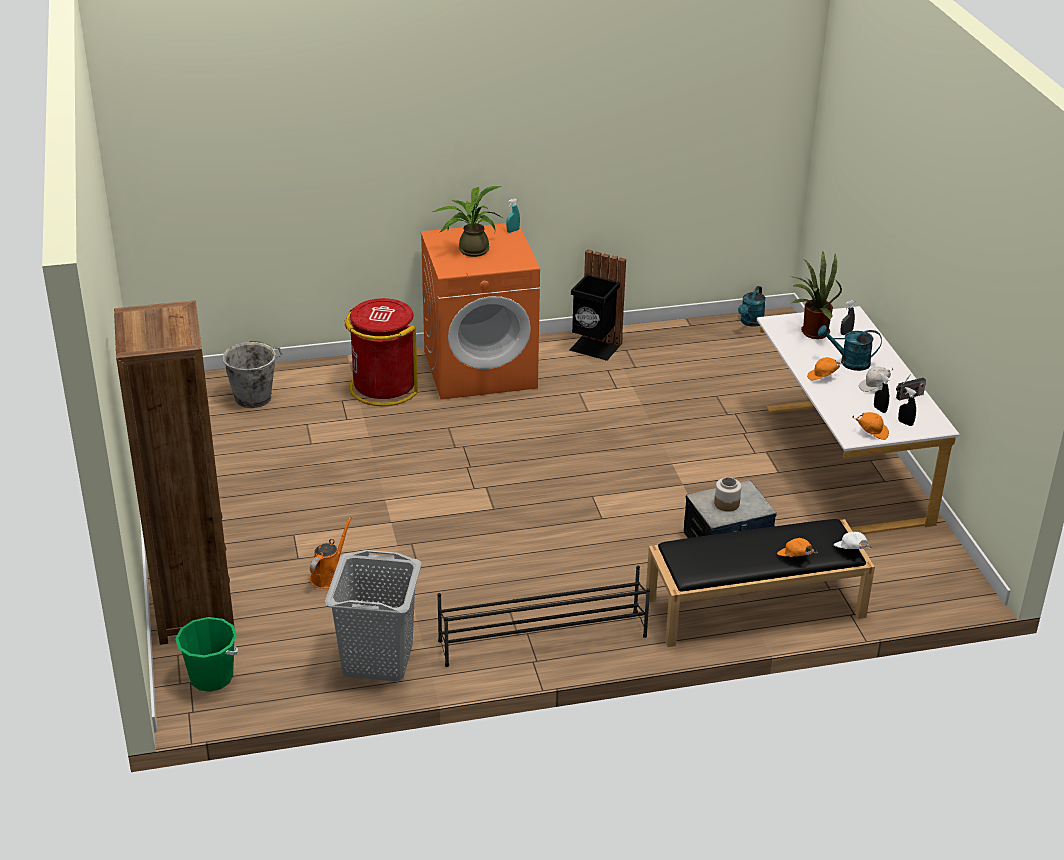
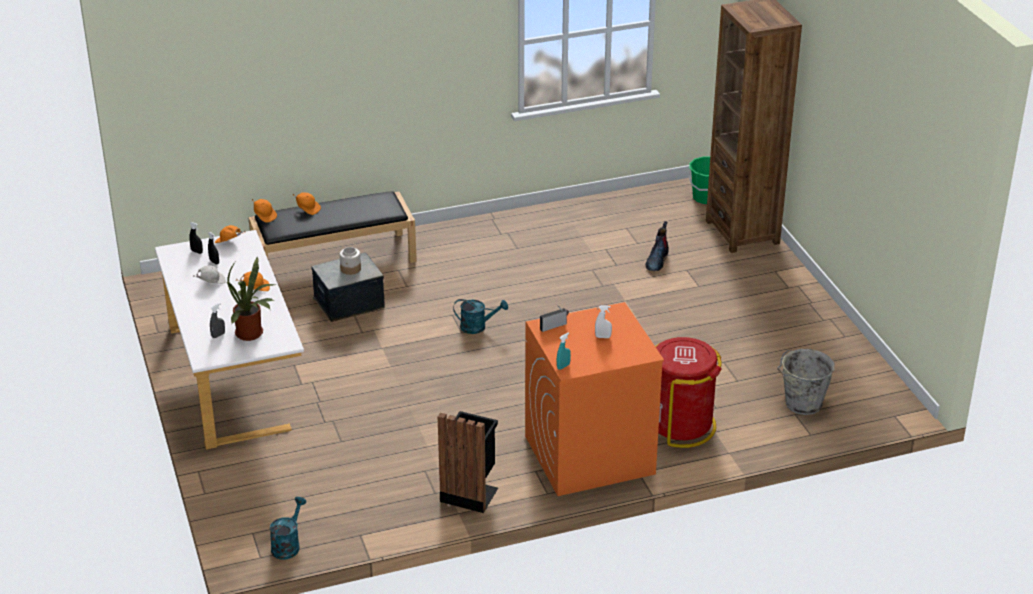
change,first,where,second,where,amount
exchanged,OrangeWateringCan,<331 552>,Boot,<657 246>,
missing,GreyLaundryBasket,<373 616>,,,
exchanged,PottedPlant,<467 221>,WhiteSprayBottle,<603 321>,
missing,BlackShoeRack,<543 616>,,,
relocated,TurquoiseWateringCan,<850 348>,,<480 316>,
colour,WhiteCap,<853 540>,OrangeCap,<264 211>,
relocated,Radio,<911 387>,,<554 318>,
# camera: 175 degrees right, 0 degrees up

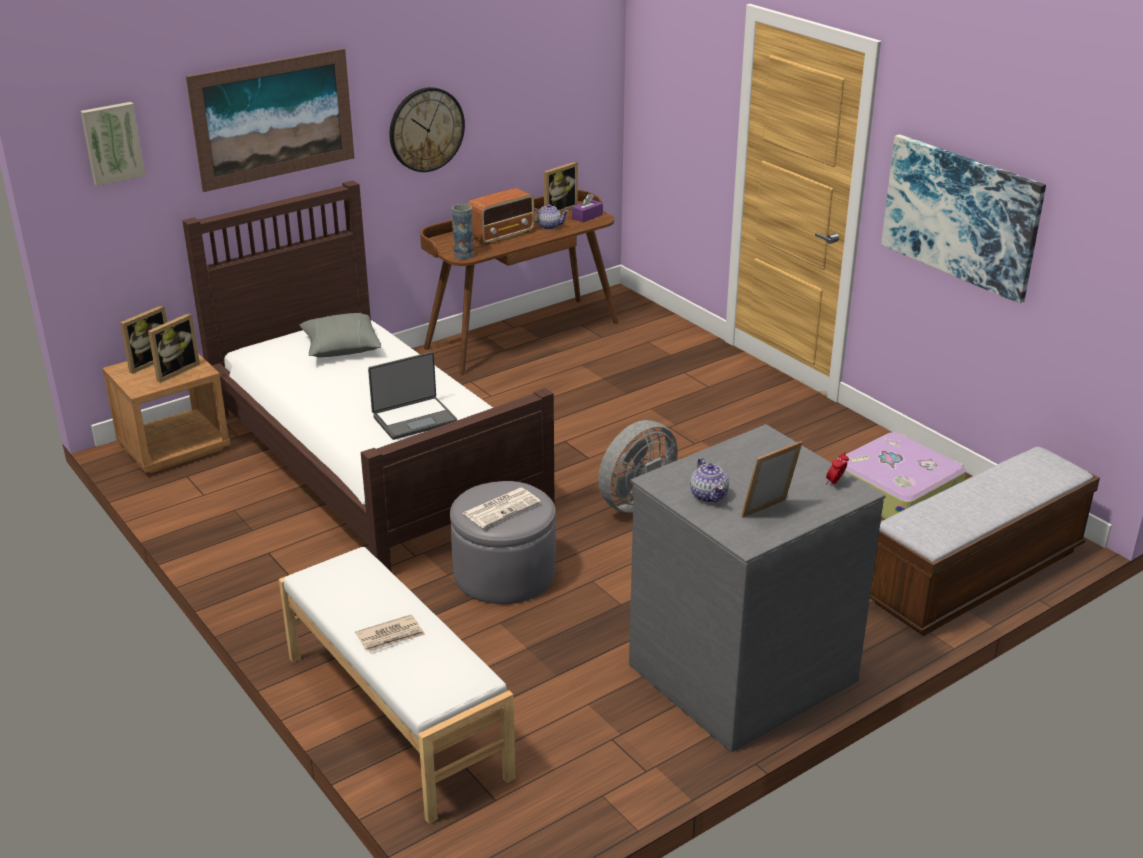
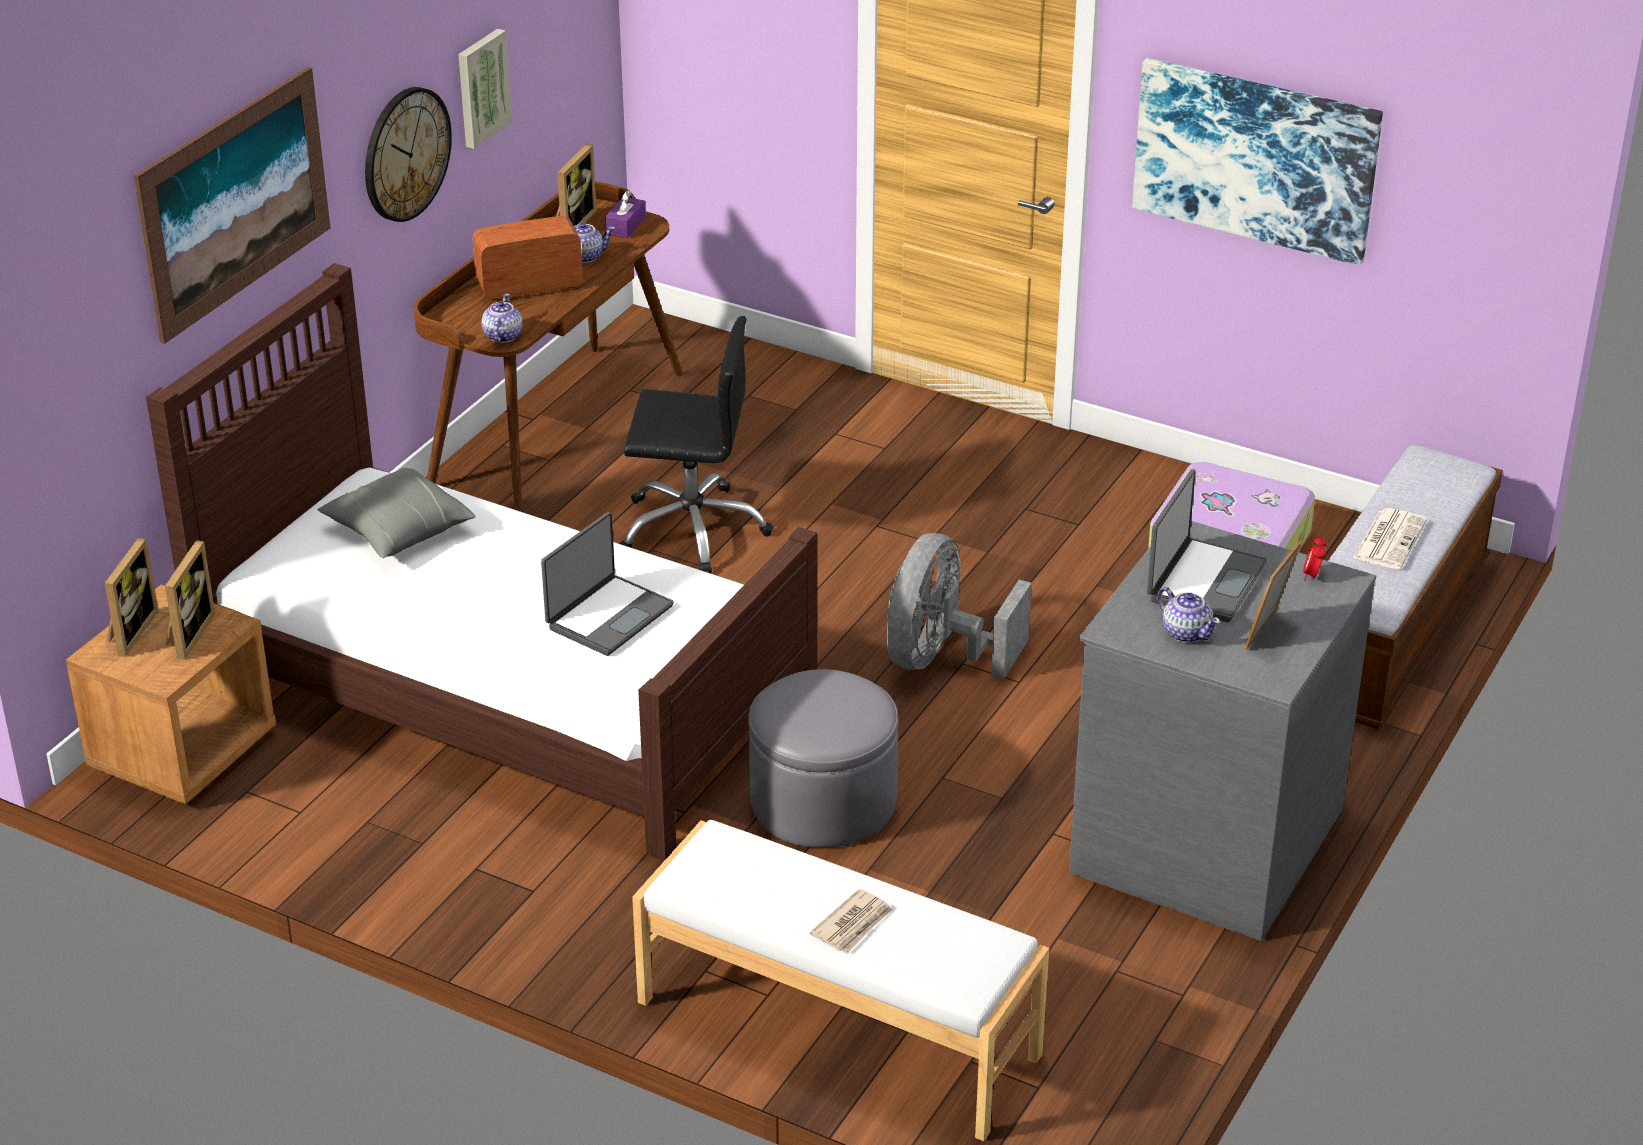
change,first,where,second,where,amount
relocated,Picture,<112 144>,,<485 89>,
exchanged,Vase,<463 231>,Teapot,<502 318>,
relocated,Newspaper,<502 508>,,<1390 538>,
spun,Radio,<501 216>,,<528 258>,135 degrees counterclockwise
appeared,,,BlackOfficeChair,<696 444>,
appeared,,,Laptop,<1207 545>,
# camera: 25 degrees left, 5 degrees up

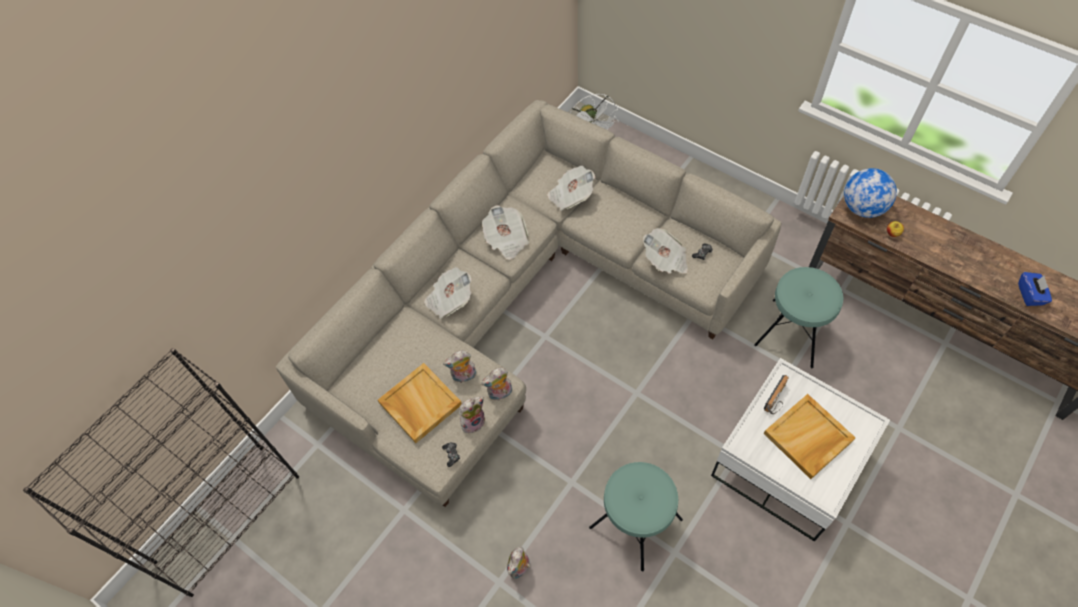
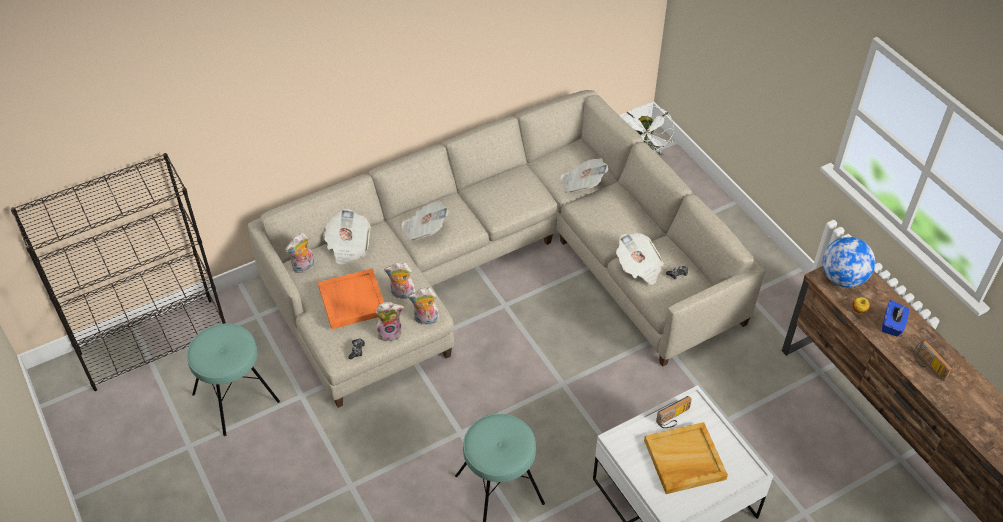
change,first,where,second,where,amount
colour,BeigeTray,<420 403>,OrangeTray,<351 299>,
relocated,Newspaper,<506 232>,,<347 237>,
relocated,PlushToy,<518 563>,,<299 253>,
relocated,TurquoiseStool,<798 317>,,<233 380>,
relocated,BlueTissueBox,<1035 289>,,<895 318>,
appeared,,,Radio,<933 360>,
# camera: 20 degrees right, 10 degrees down

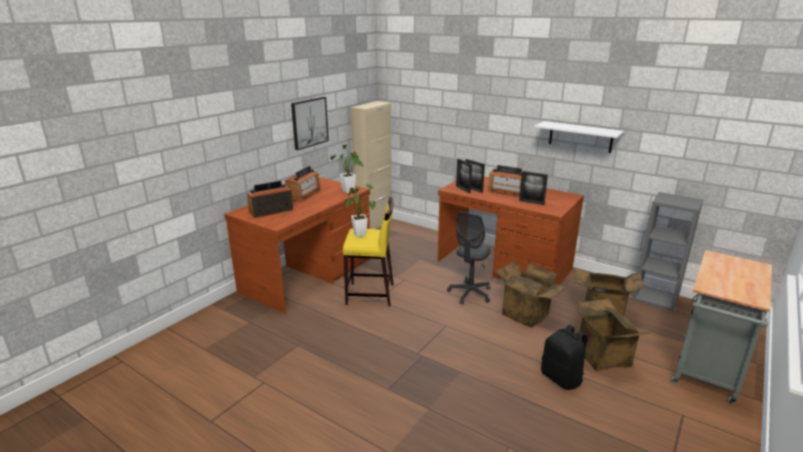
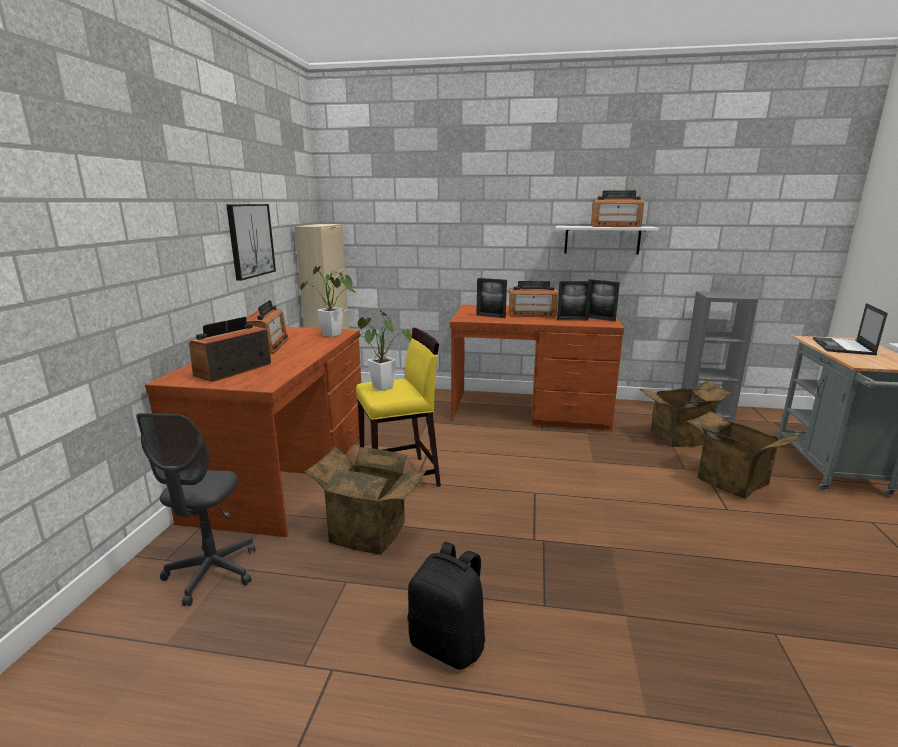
change,first,where,second,where,amount
relocated,GreyOfficeChair,<469 258>,,<195 509>,
relocated,PictureFrame,<464 176>,,<604 300>,
relocated,CardboardBox,<531 294>,,<365 501>,
relocated,BlackBackpack,<564 357>,,<446 606>,
appeared,,,Radio,<617 208>,
appeared,,,Laptop,<850 329>,
# camera: 25 degrees left, 5 degrees down

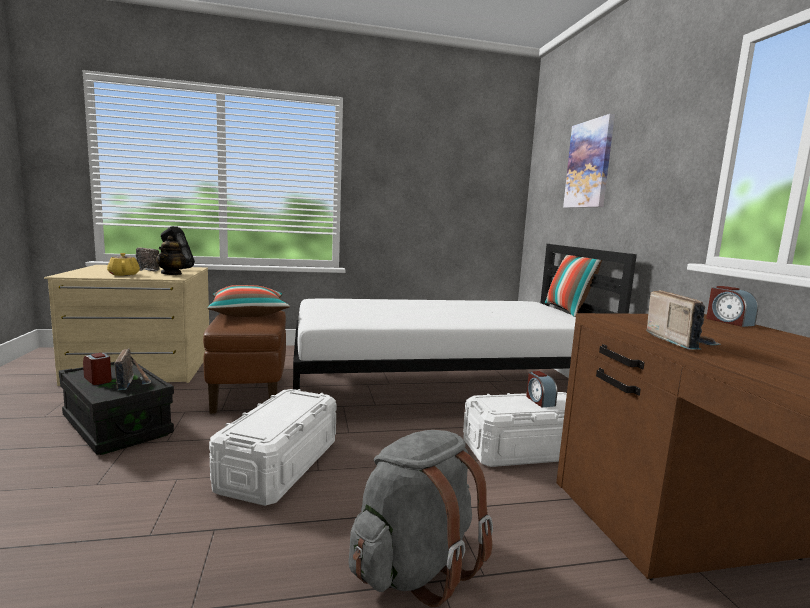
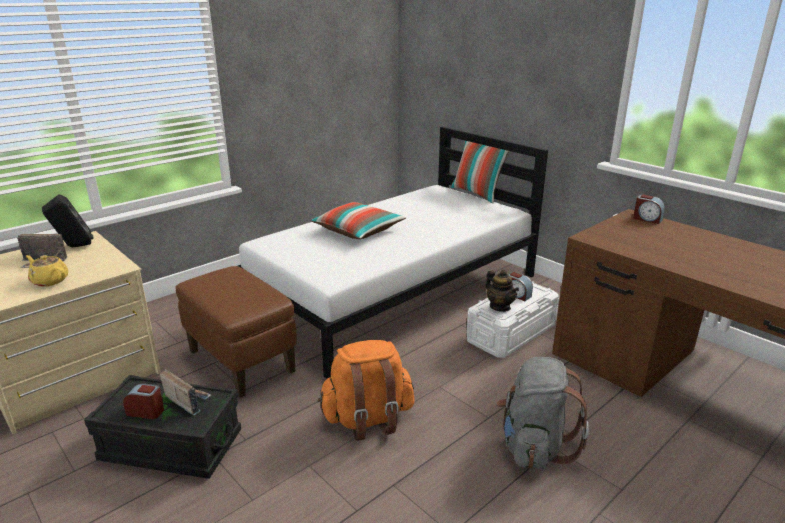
change,first,where,second,where,amount
relocated,Teapot,<171 255>,,<502 291>,
relocated,Pillow,<249 301>,,<358 220>,
exchanged,WhiteStorageBox,<273 447>,OrangeBackpack,<366 390>,
missing,Picture,<589 161>,,,
missing,Radio,<683 320>,,,
# camera: 30 degrees left, 15 degrees up

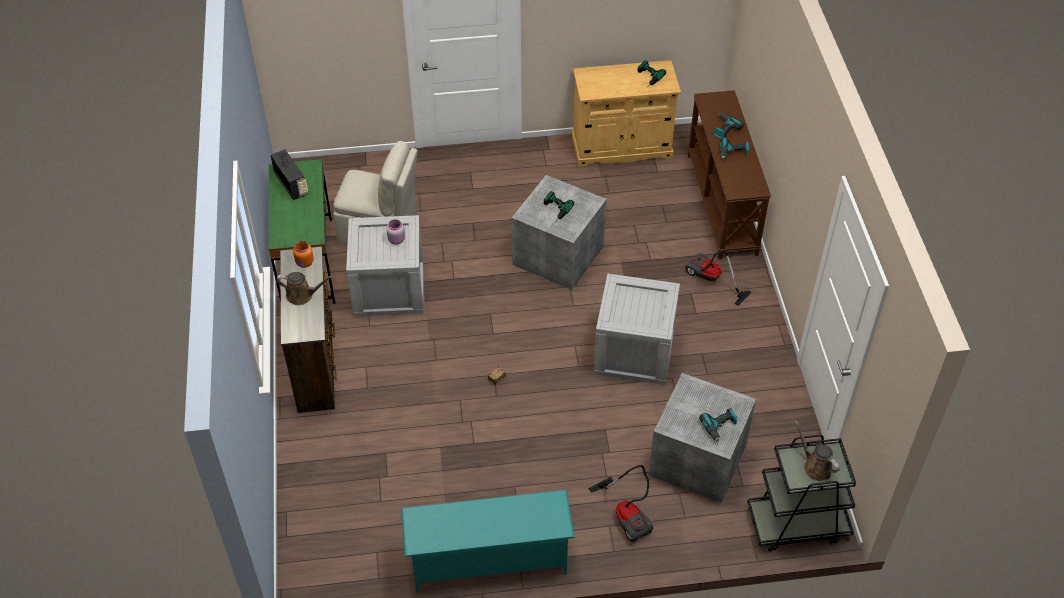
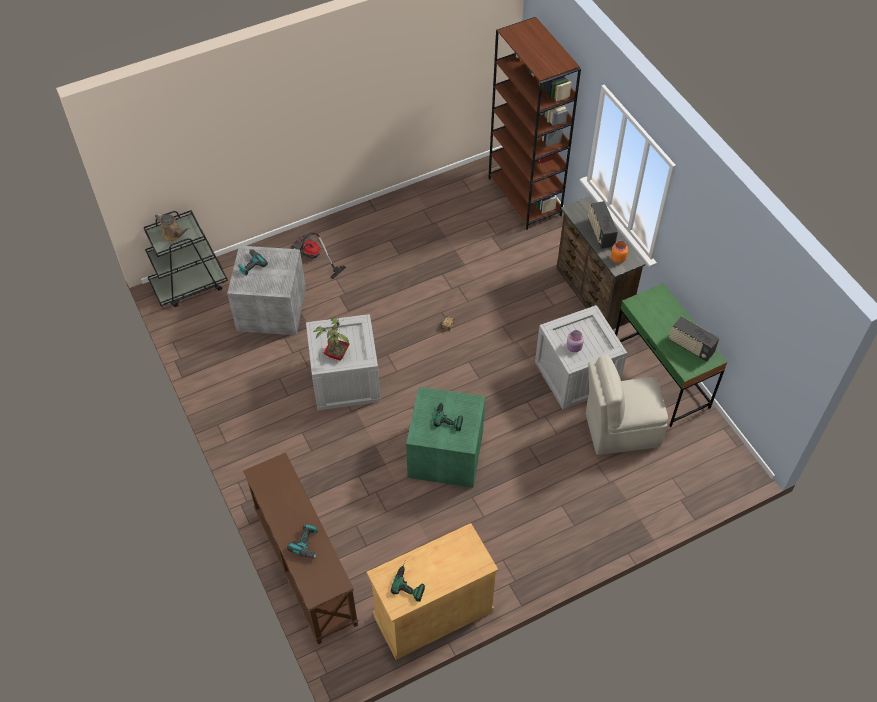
change,first,where,second,where,amount
exchanged,BrownWateringCan,<304 289>,Radio,<603 225>,
missing,TurquoiseShoeRack,<488 541>,,,
colour,GreyStorageBox,<559 232>,GreenStorageBox,<445 437>,
missing,VacuumCleaner,<718 278>,,,
missing,PowerDrill,<734 148>,,,
appeared,,,PottedPlant,<332 337>,
appeared,,,BrownBookcase,<535 123>,
# camera: 160 degrees right, 5 degrees up

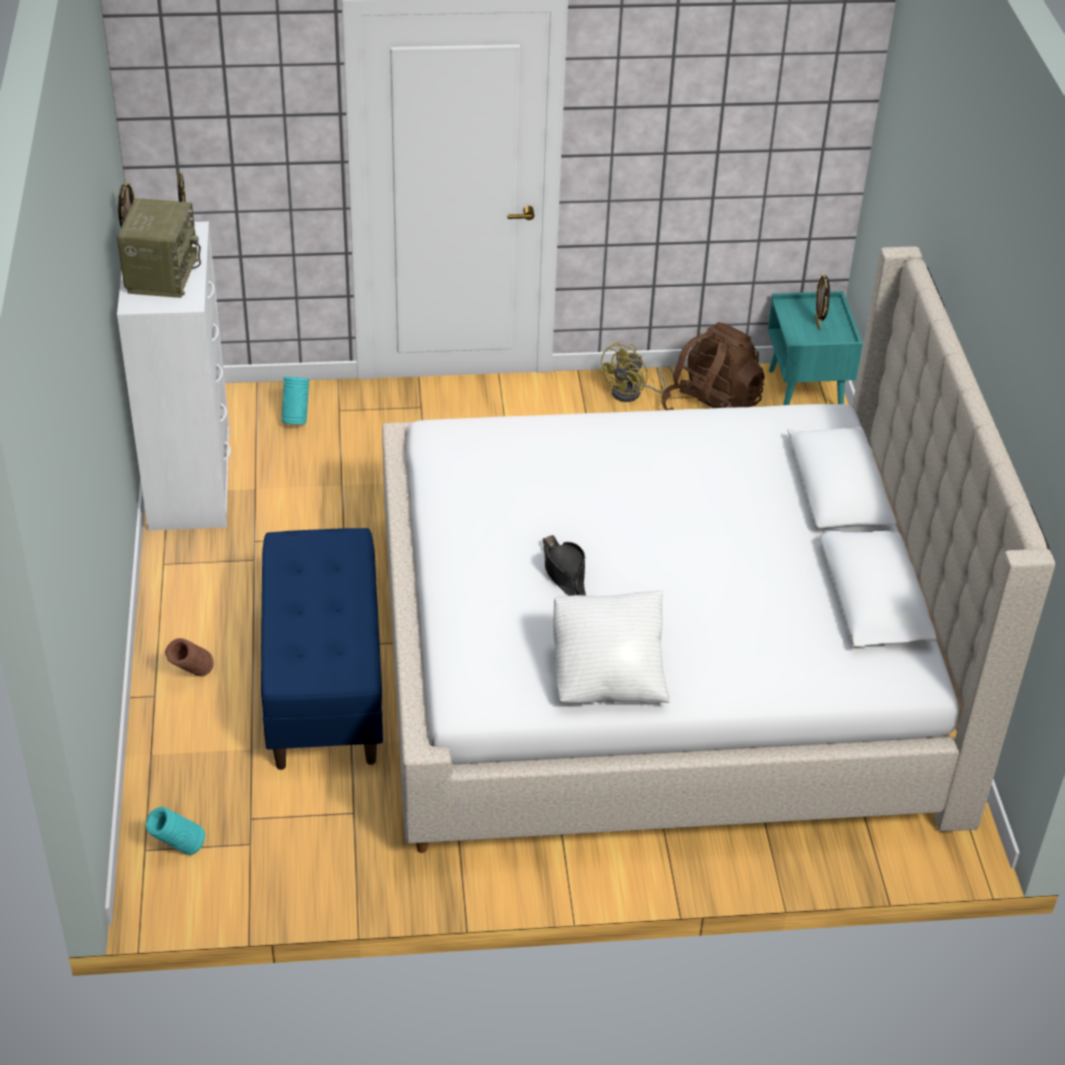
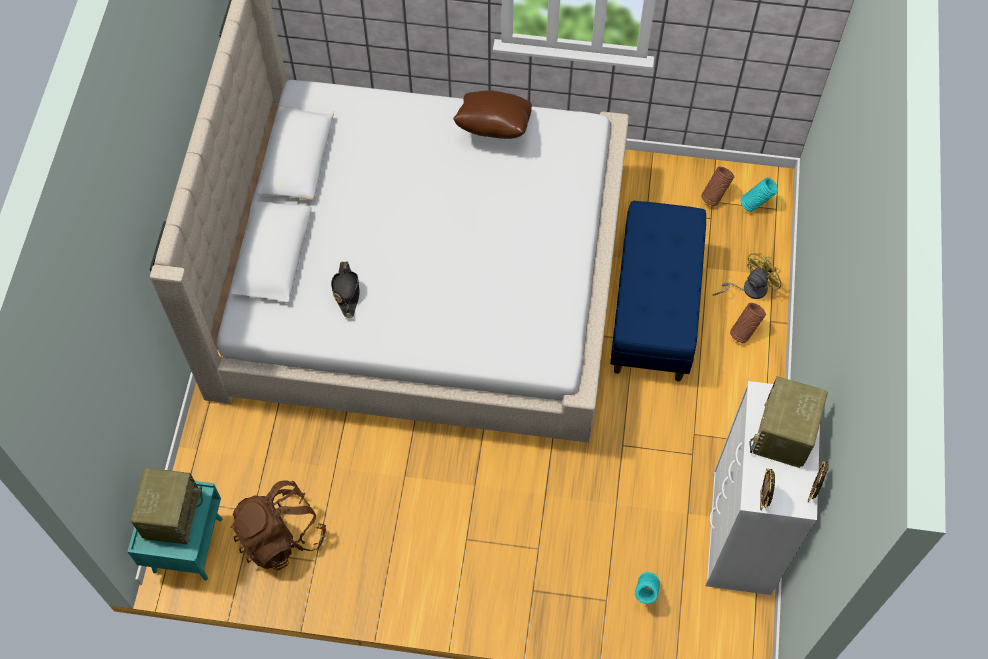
change,first,where,second,where,amount
relocated,BlackHat,<564 565>,,<345 289>,
colour,WhitePillow,<611 646>,BrownPillow,<492 114>,
relocated,YellowFan,<636 372>,,<747 276>,
exchanged,PictureFrame,<822 302>,Radio,<166 506>,
appeared,,,BrownVase,<717 186>,
# camera: 165 degrees left, 20 degrees up

